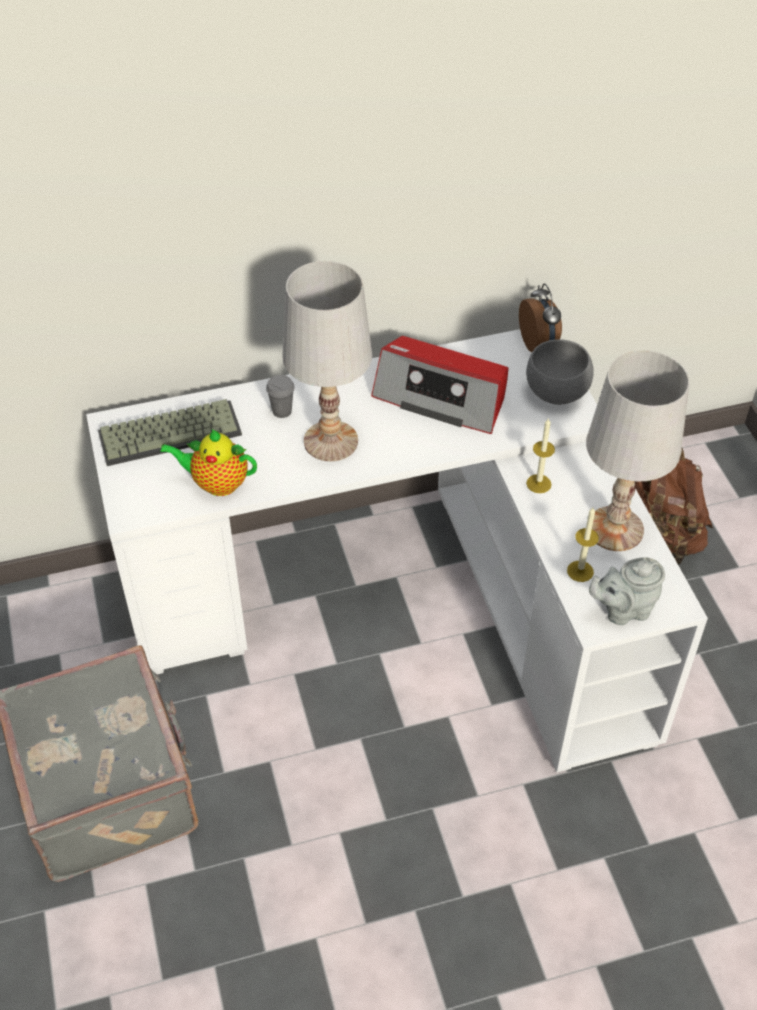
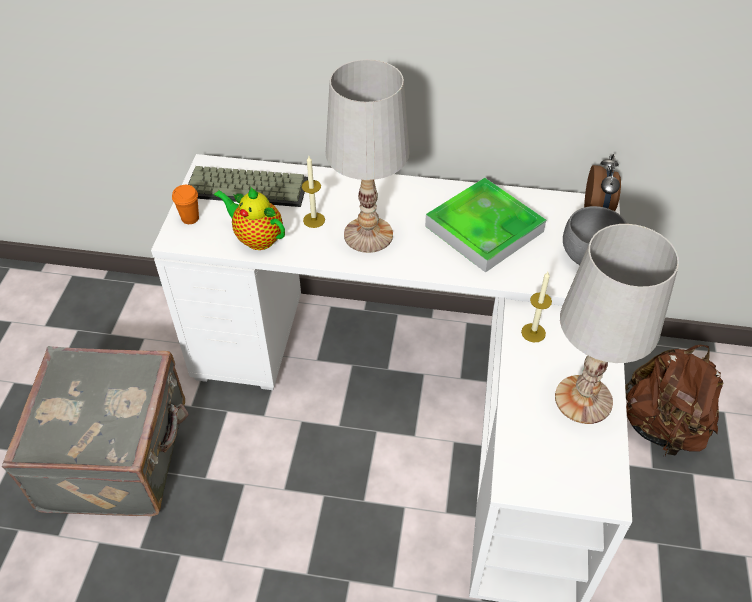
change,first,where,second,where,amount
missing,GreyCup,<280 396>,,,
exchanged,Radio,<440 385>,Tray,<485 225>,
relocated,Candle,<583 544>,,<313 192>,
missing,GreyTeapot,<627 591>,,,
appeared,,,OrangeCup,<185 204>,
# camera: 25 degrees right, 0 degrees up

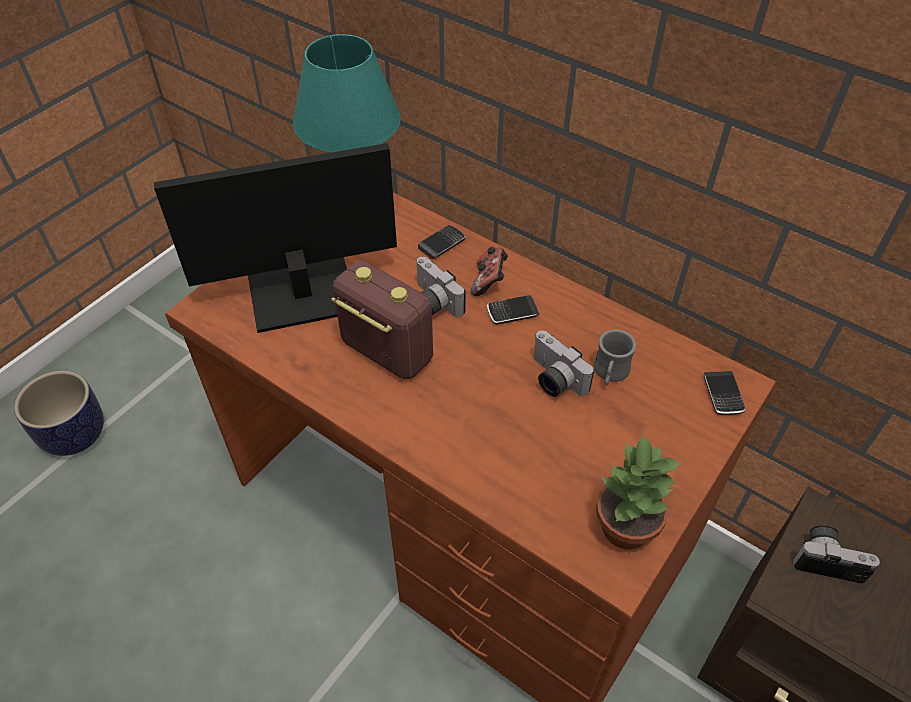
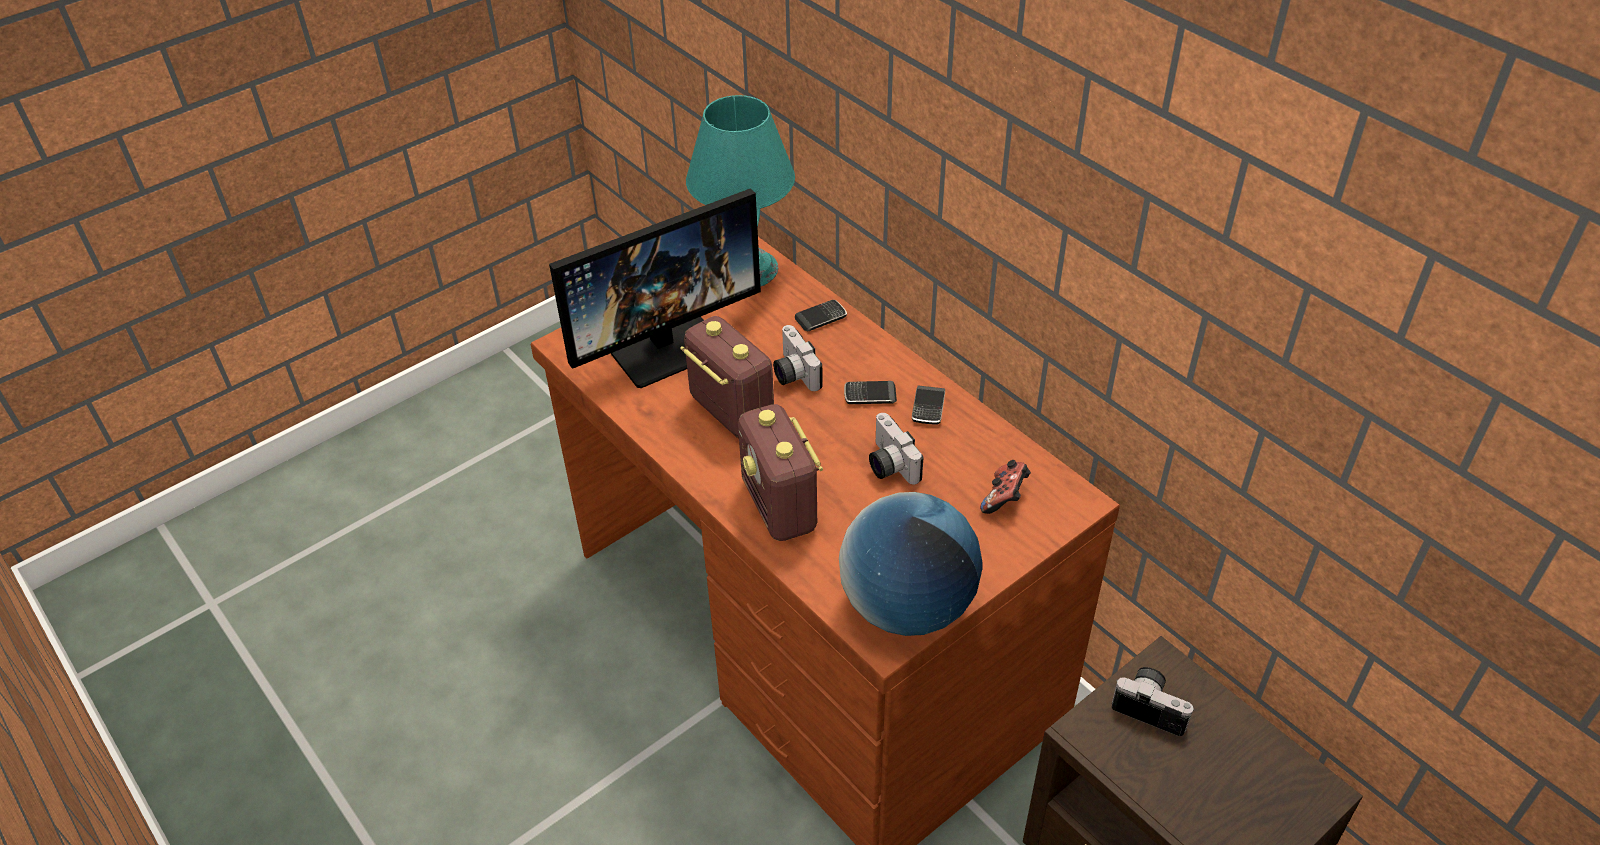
change,first,where,second,where,amount
missing,Planter,<59 413>,,,
spun,Monitor,<275 238>,,<655 288>,150 degrees clockwise
relocated,GameController,<489 271>,,<1005 487>,
missing,GreyMug,<615 357>,,,
exchanged,PottedPlant,<639 491>,Globe,<910 564>,
relocated,Phone,<725 393>,,<928 405>,
appeared,,,Radio,<780 472>,
# camera: 15 degrees right, 5 degrees down

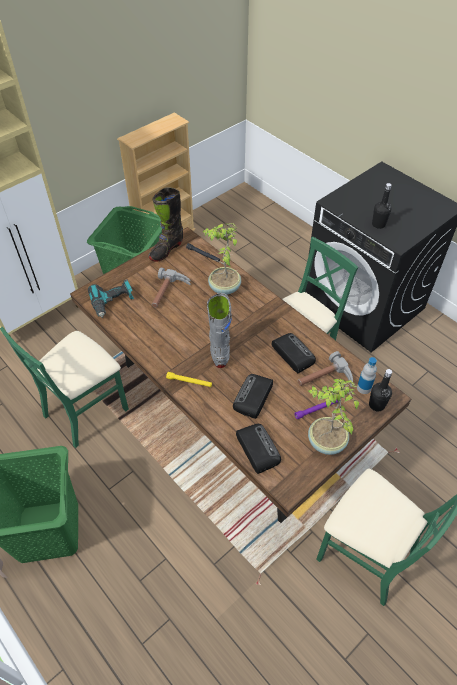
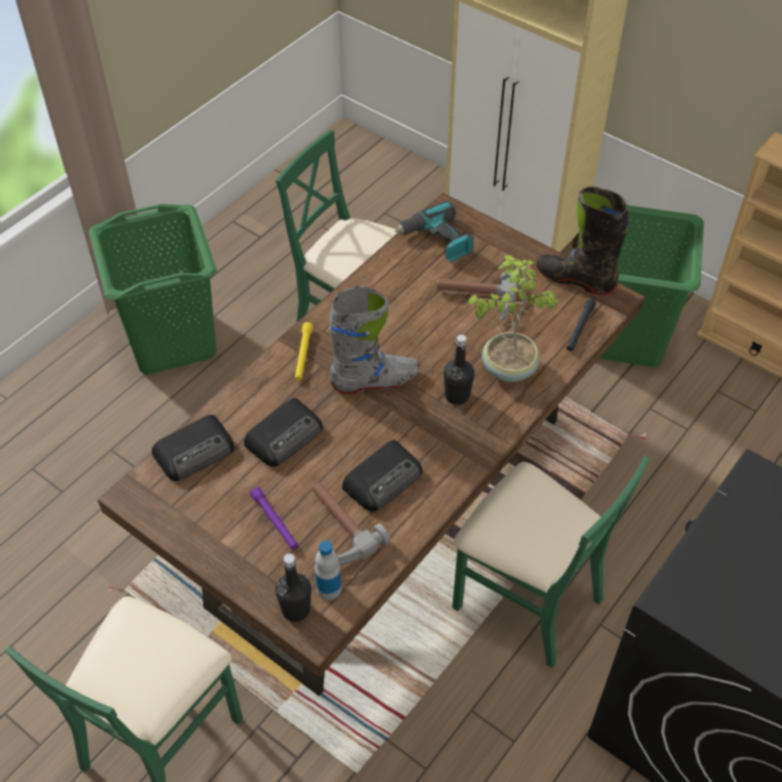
change,first,where,second,where,amount
spun,Radio,<253 396>,,<283 432>,120 degrees clockwise
missing,PottedPlant,<333 417>,,,
relocated,BlackBottle,<382 206>,,<458 370>,
# camera: 80 degrees right, 0 degrees up

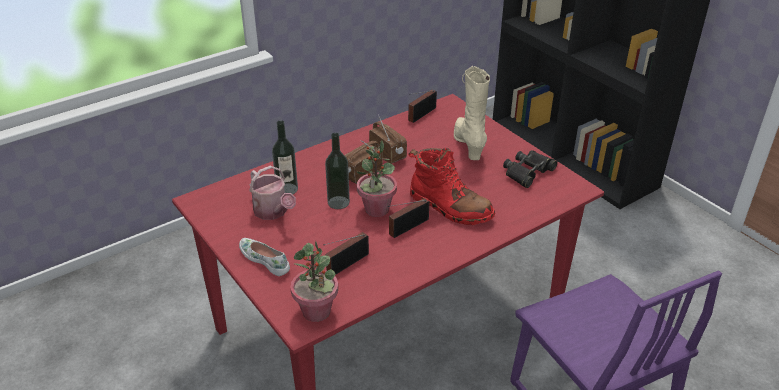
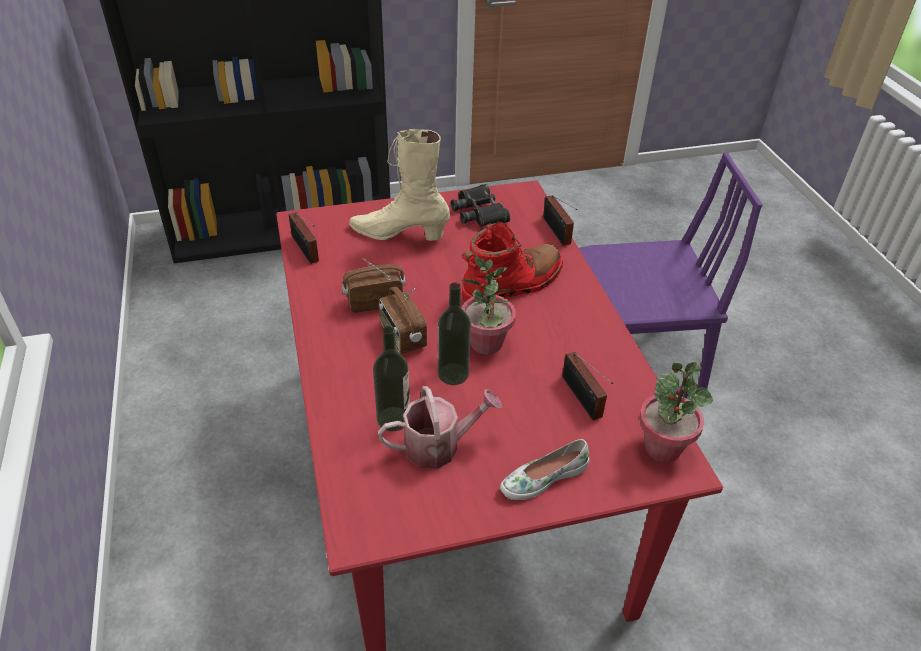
change,first,where,second,where,amount
relocated,Radio,<408 218>,,<560 220>,
# camera: 70 degrees left, 5 degrees up

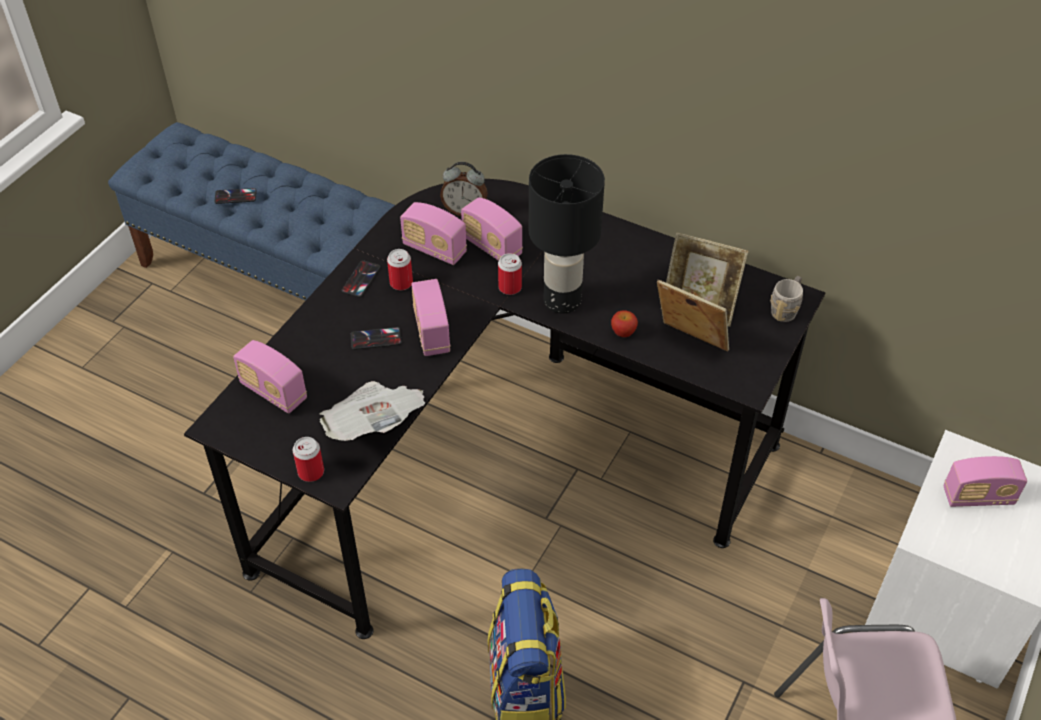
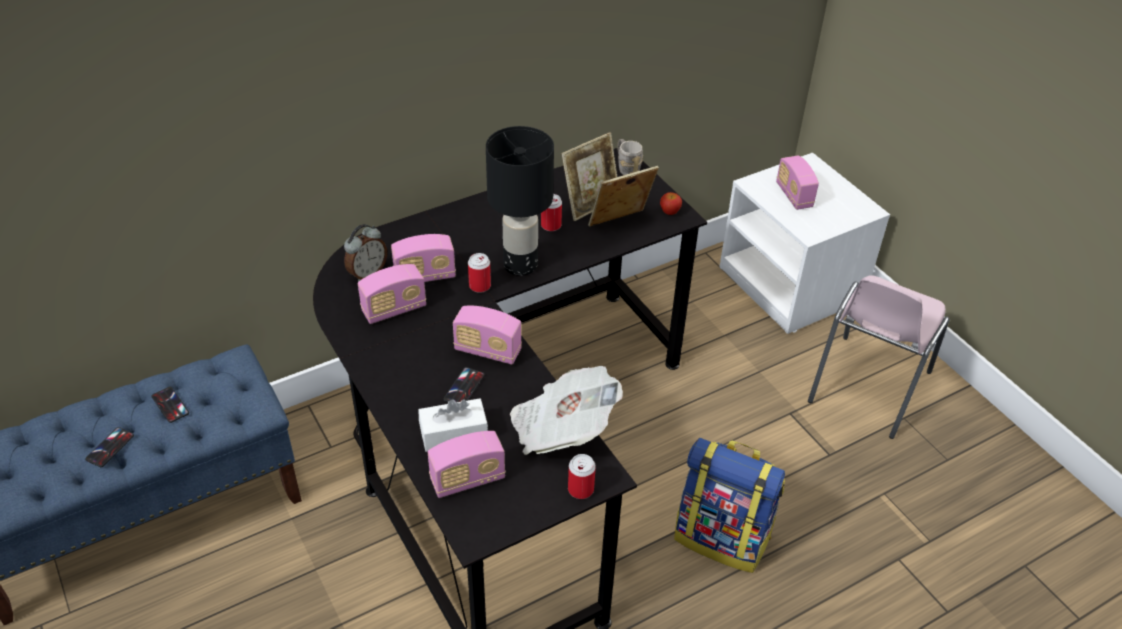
change,first,where,second,where,amount
relocated,Phone,<361 278>,,<170 405>,
relocated,Can,<400 269>,,<551 212>,
relocated,Apple,<624 323>,,<671 203>,
spun,Radio,<985 481>,,<797 183>,135 degrees clockwise
appeared,,,WhiteTissueBox,<453 425>,
# camera: 60 degrees left, 5 degrees down

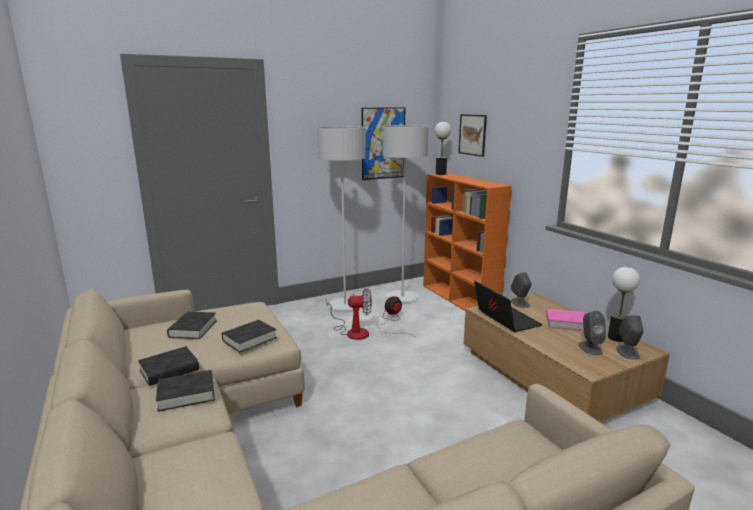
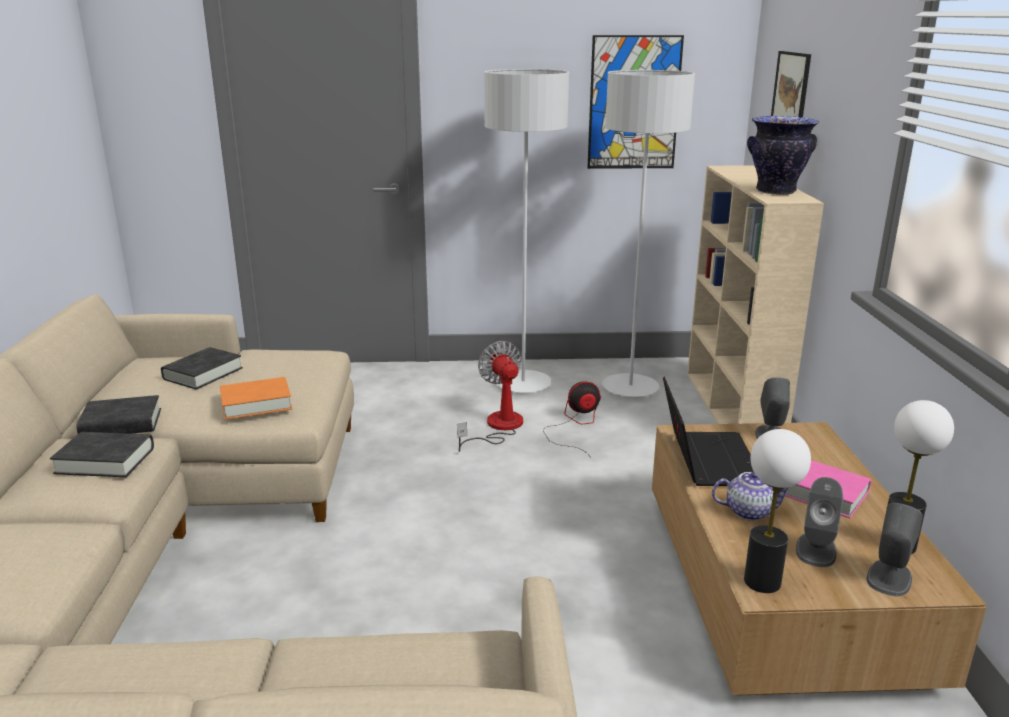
change,first,where,second,where,amount
colour,BlackBook,<249 336>,OrangeBook,<256 398>,
spun,Fan,<349 314>,,<490 396>,135 degrees counterclockwise
colour,OrangeBookcase,<467 242>,BeigeBookcase,<755 294>,
relocated,TableLamp,<442 148>,,<777 511>,
appeared,,,Teapot,<750 496>,
appeared,,,Vase,<783 155>,
# camera: 25 degrees right, 5 degrees up

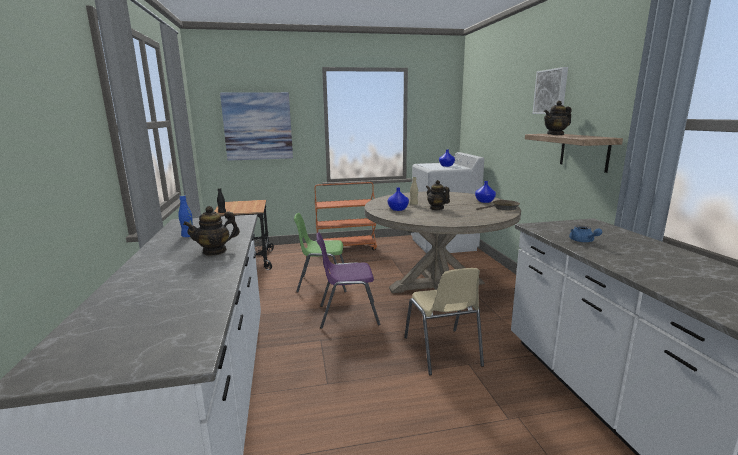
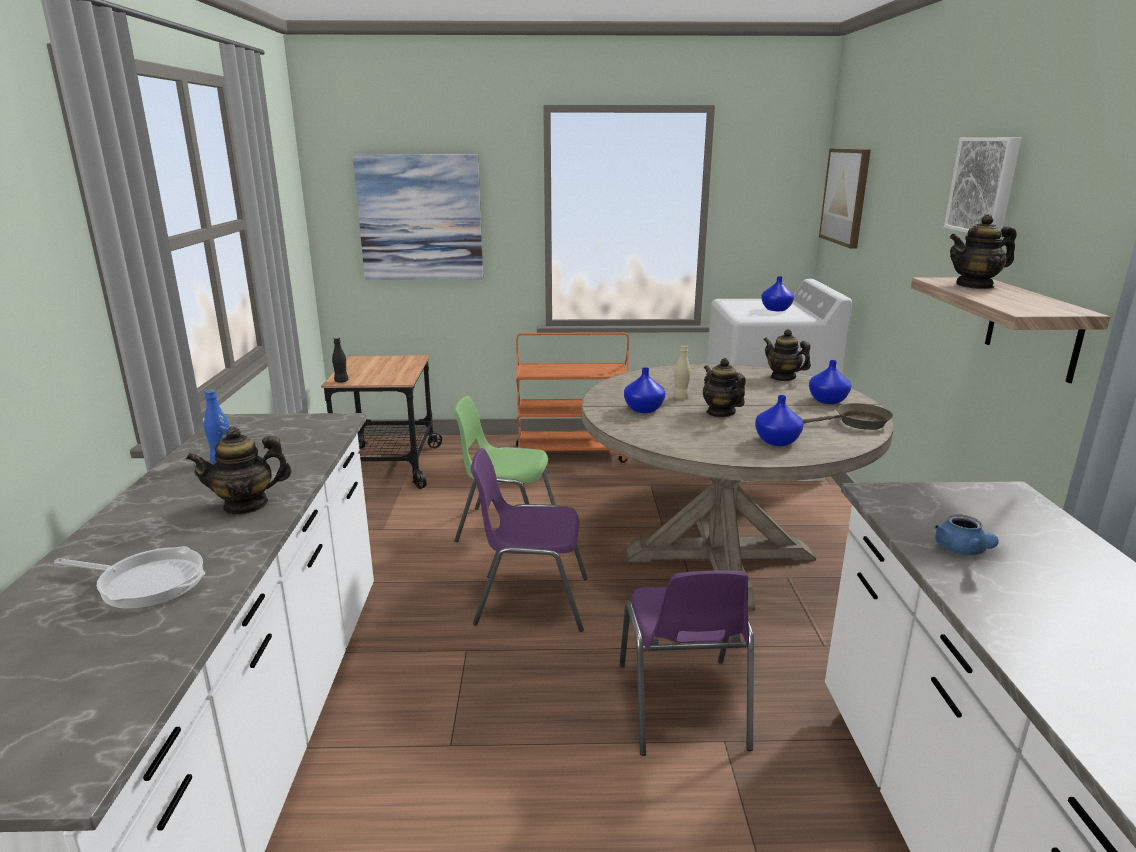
change,first,where,second,where,amount
colour,BeigeChair,<444 321>,PurpleChair,<686 663>,
appeared,,,FryingPan,<129 577>,
appeared,,,BlueVase,<779 420>,
appeared,,,Teapot,<787 355>,
appeared,,,Picture,<845 198>,
# camera: 10 degrees right, 5 degrees up

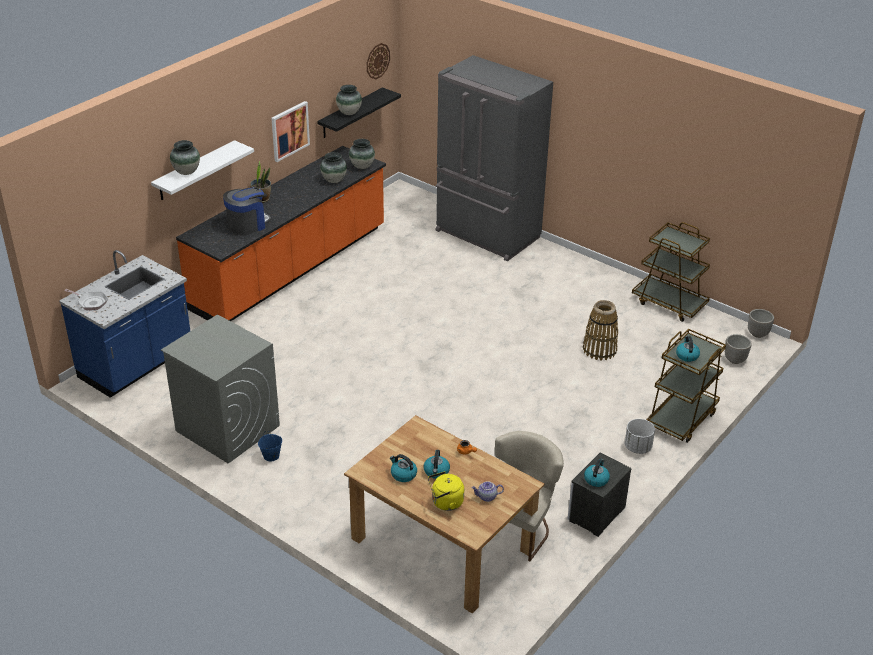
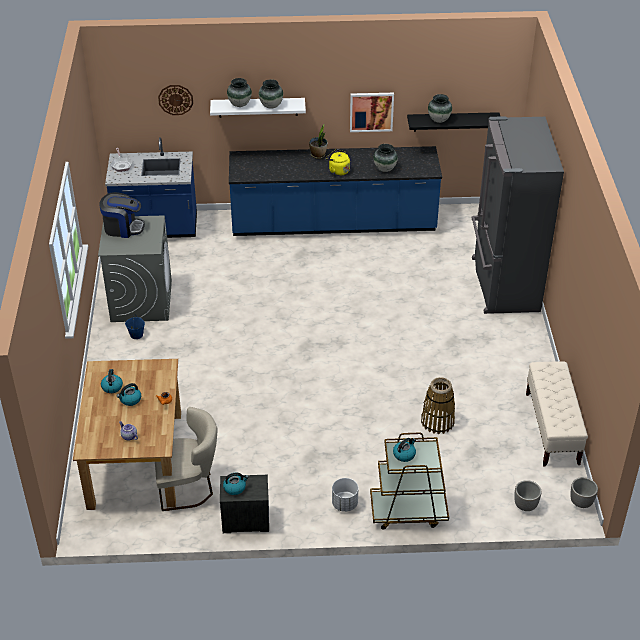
change,first,where,second,where,amount
colour,OrangeCounter,<281 233>,BlueCounter,<335 191>,
relocated,CoffeeMachine,<247 211>,,<122 215>,
relocated,Vase,<362 154>,,<271 94>,
relocated,WallClock,<378 61>,,<175 100>,
relocated,YellowKettle,<446 491>,,<337 163>,
exchanged,BrownCart,<671 272>,BeigeBench,<557 413>,
# camera: 50 degrees right, 5 degrees up

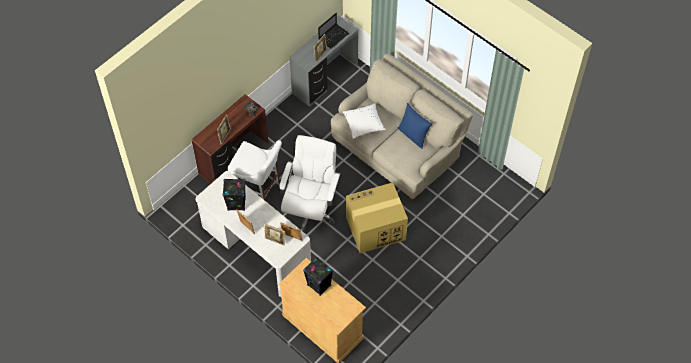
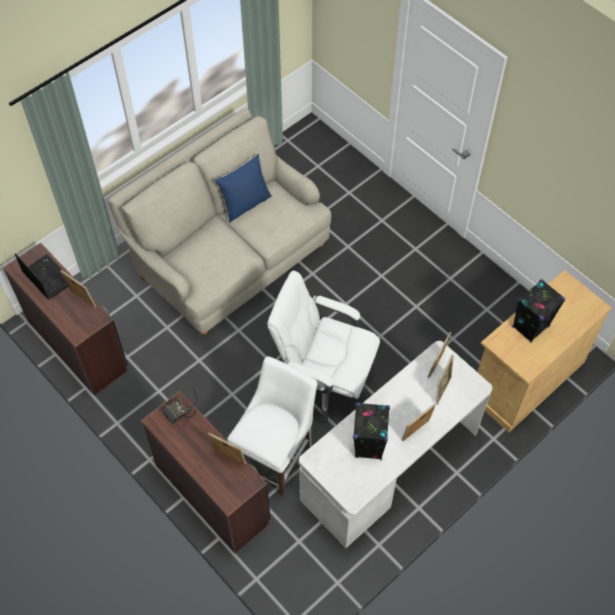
change,first,where,second,where,amount
colour,GreyDesk,<323 61>,BrownDesk,<65 319>,
missing,WhitePillow,<364 121>,,,
missing,CardboardBox,<377 217>,,,
# camera: 85 degrees left, 0 degrees up

